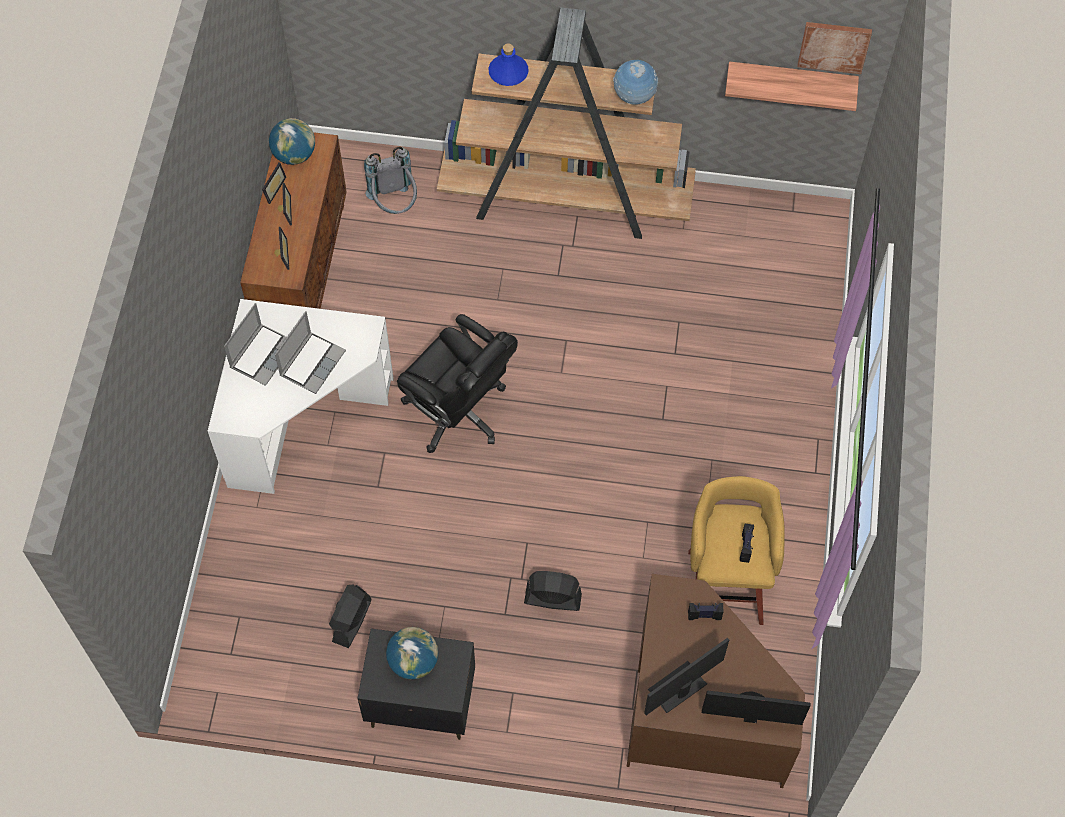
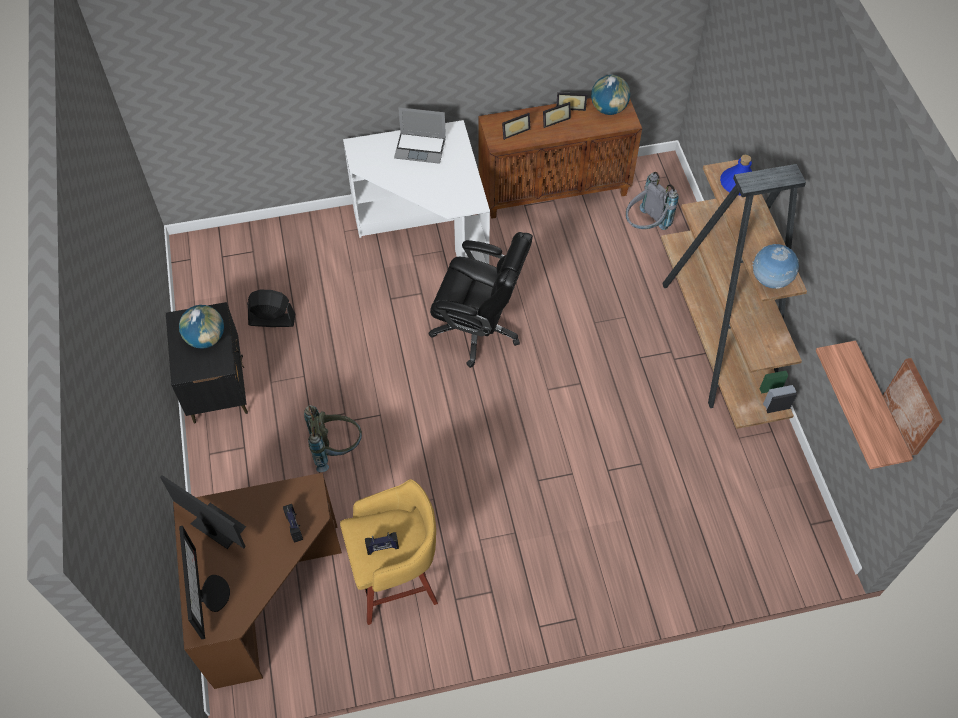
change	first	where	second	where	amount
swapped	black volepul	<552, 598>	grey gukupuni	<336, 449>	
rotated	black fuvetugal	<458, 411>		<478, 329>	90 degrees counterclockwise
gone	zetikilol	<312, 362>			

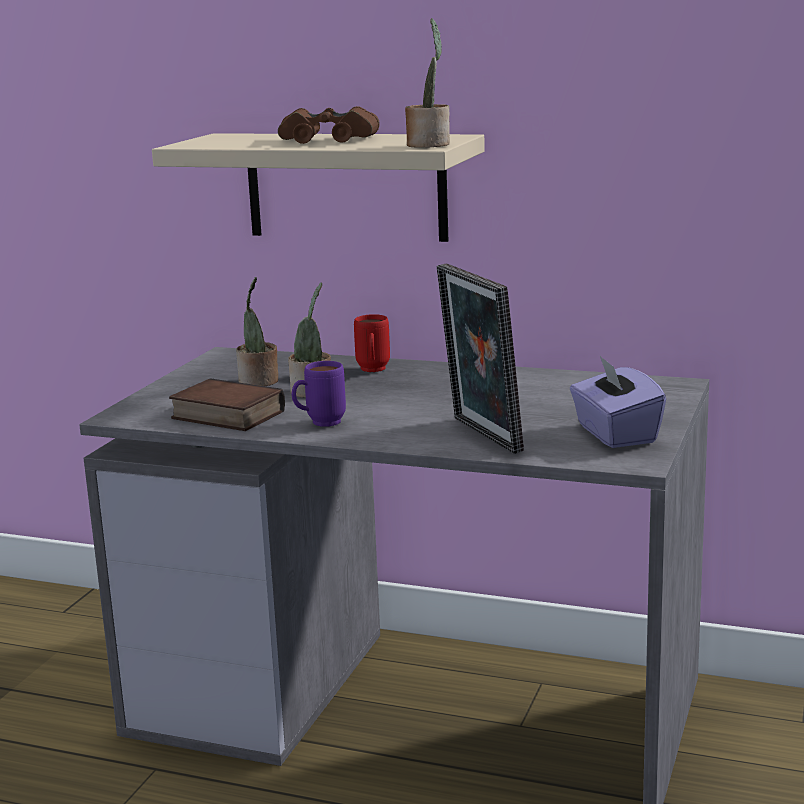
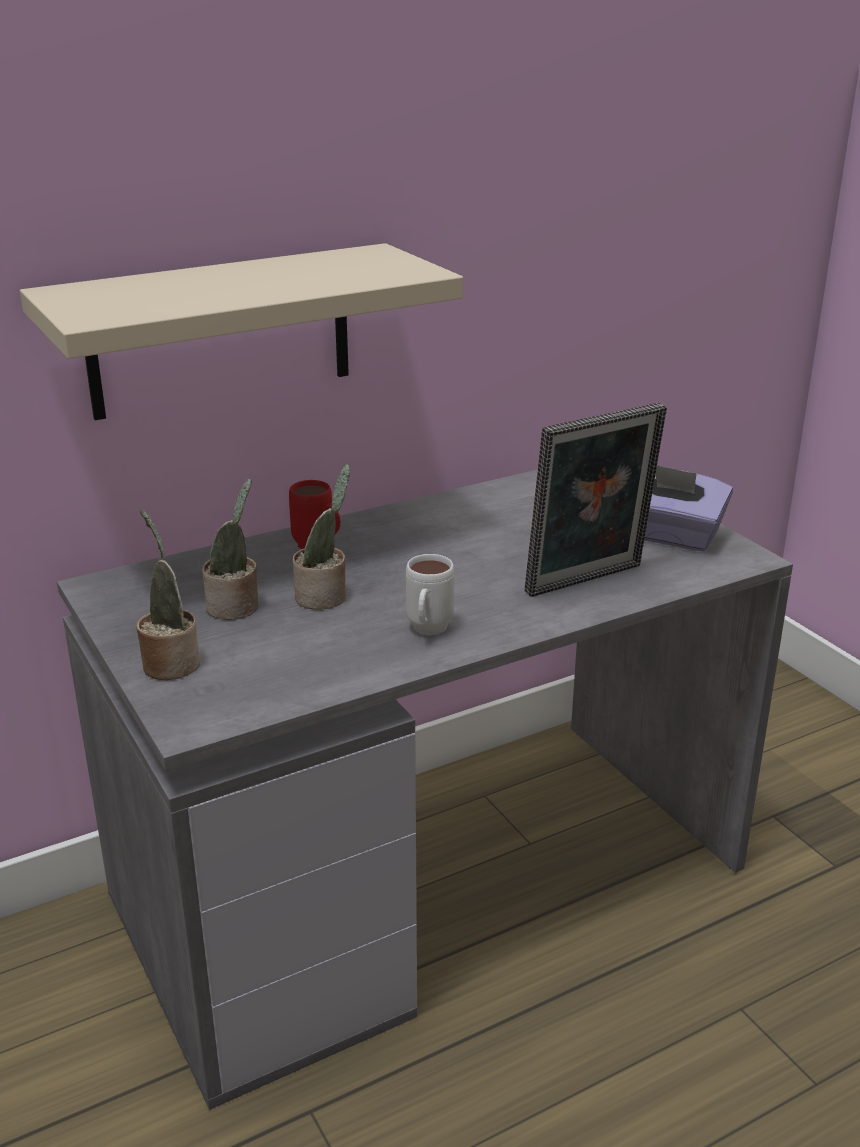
change	first	where	second	where	amount
shifted	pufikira	<429, 144>		<170, 663>	
repainted	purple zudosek	<319, 424>	white zudosek	<427, 632>	
rotated	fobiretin	<480, 436>		<588, 582>	45 degrees counterclockwise
gone	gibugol	<225, 416>			
gone	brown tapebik	<327, 140>			

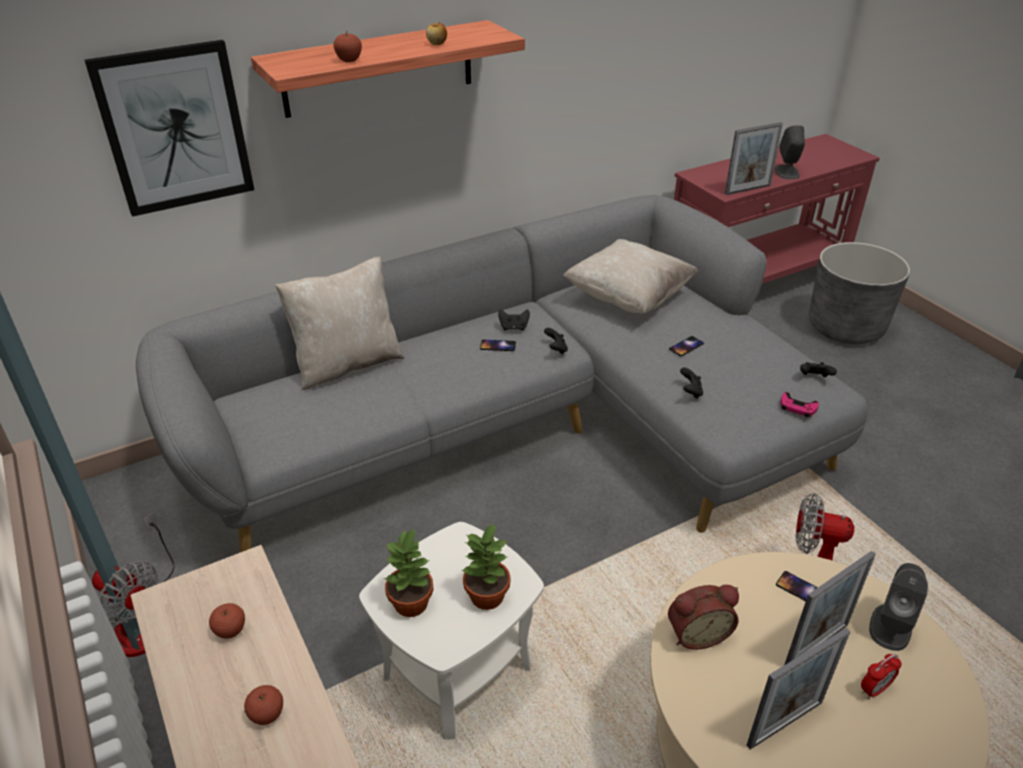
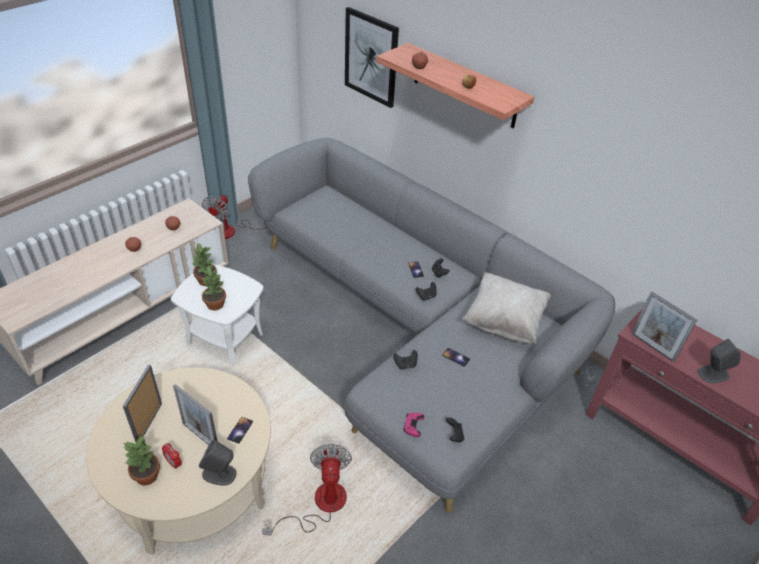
change	first	where	second	where	amount
rotated	fobiretin	<785, 723>		<149, 423>	60 degrees clockwise
new			pufikira	<146, 476>	
gone	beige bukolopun	<347, 364>			
gone	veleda	<696, 633>			
gone	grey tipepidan	<845, 327>			

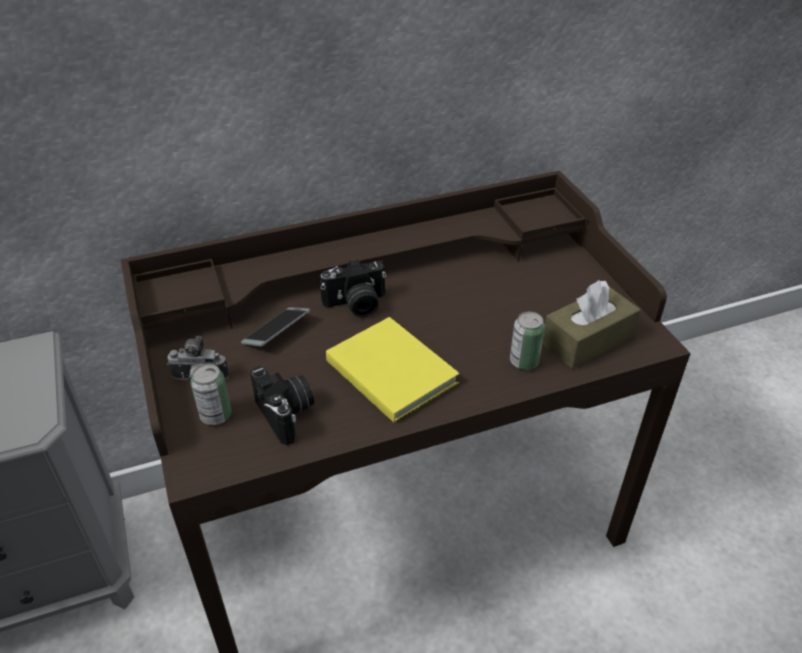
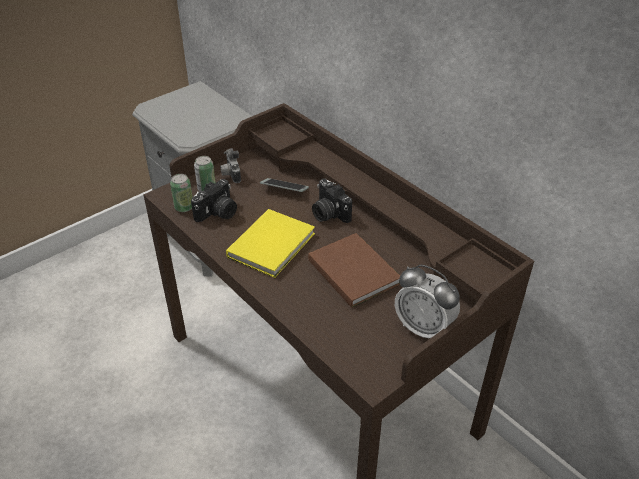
change	first	where	second	where	amount
shifted	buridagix	<524, 361>		<184, 207>	
new			brown gibugol	<353, 270>	
new			veleda	<423, 328>	
gone	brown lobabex	<587, 340>			

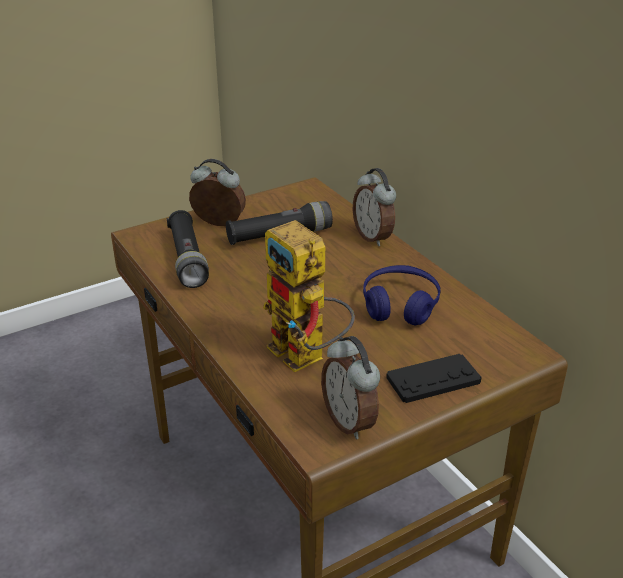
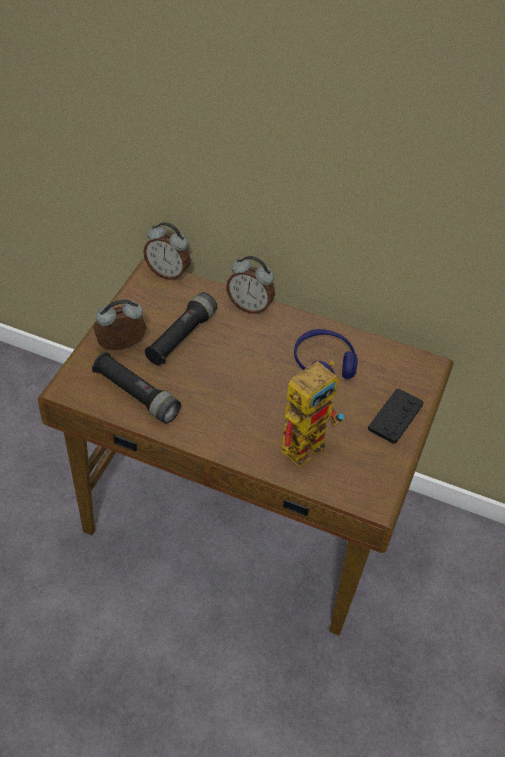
change	first	where	second	where	amount
shifted	veleda	<350, 421>		<168, 273>	
rotated	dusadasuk	<307, 357>		<307, 440>	60 degrees counterclockwise

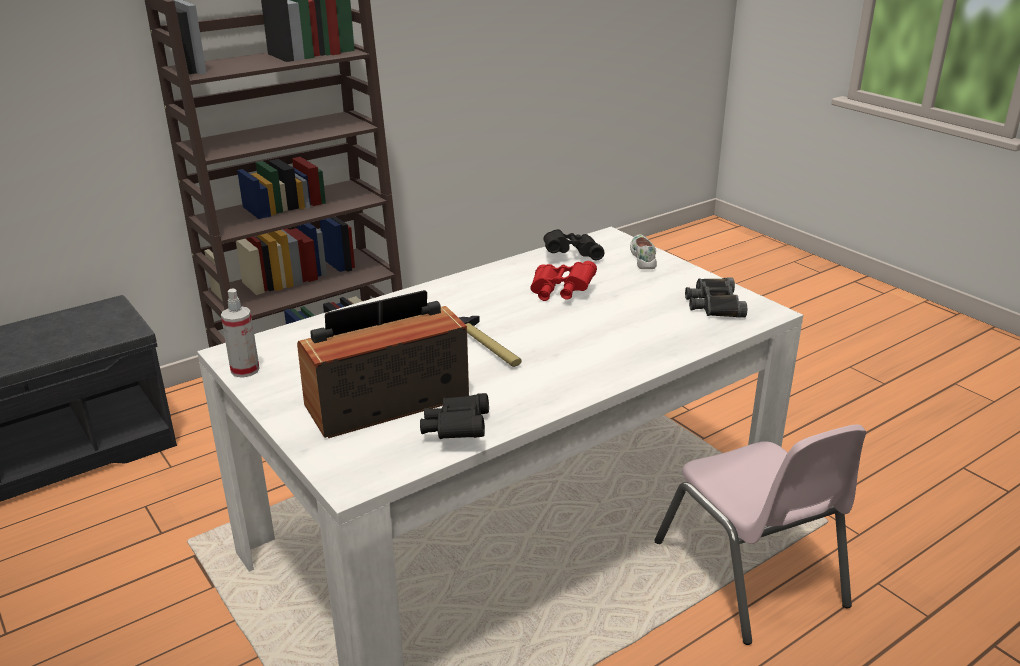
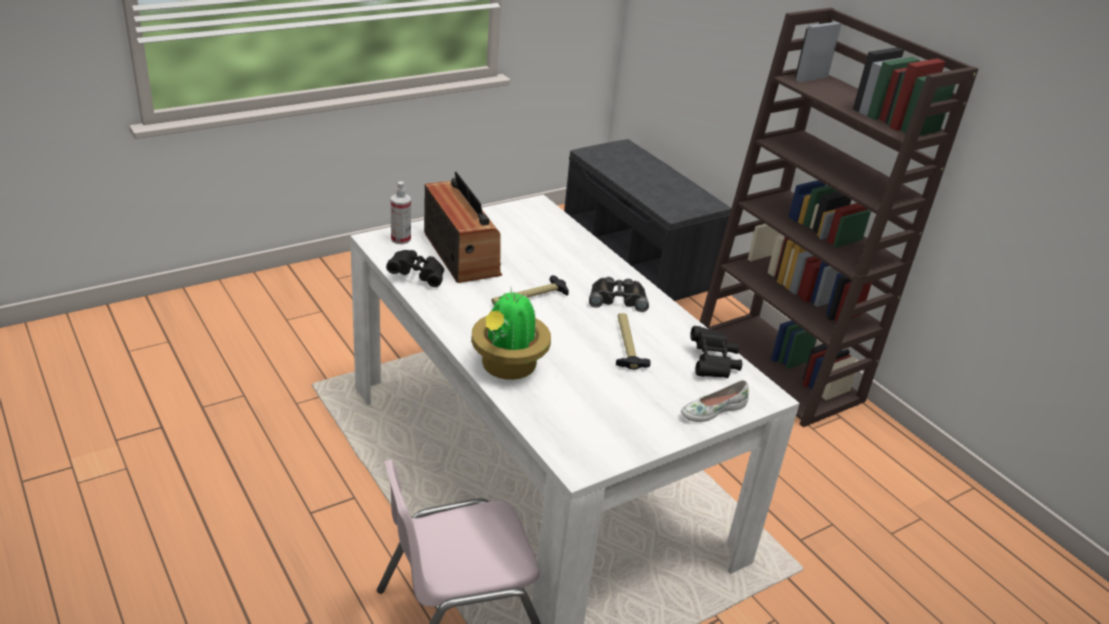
change	first	where	second	where	amount
shifted	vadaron	<245, 370>		<400, 239>	
new			pufikira	<507, 367>	
shifted	black tapebik	<714, 304>		<617, 298>	
swapped	red tapebik	<560, 292>	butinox	<626, 345>	
rotated	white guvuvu	<644, 257>		<712, 410>	150 degrees clockwise

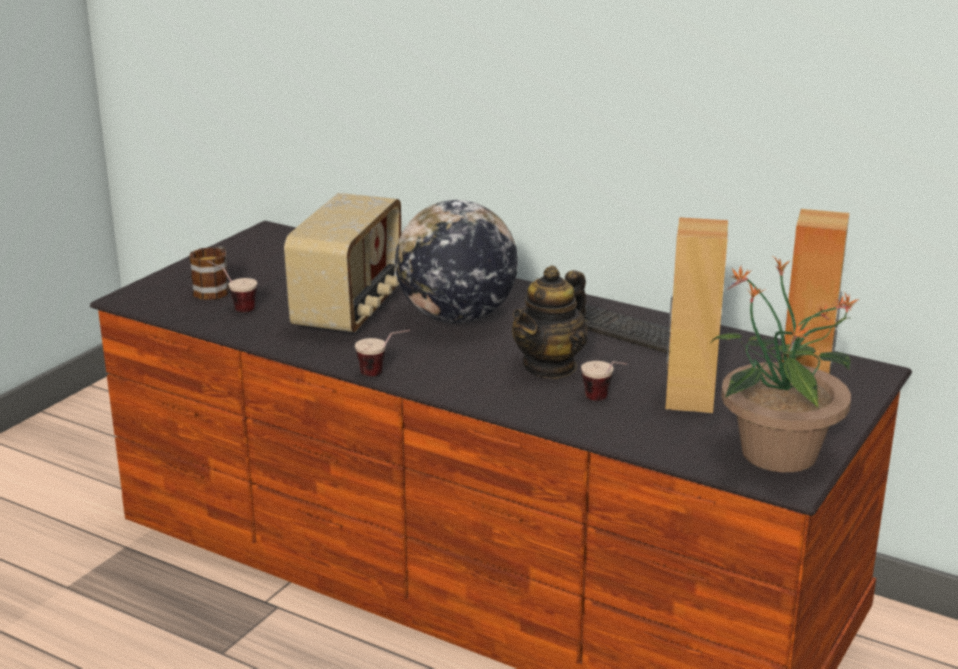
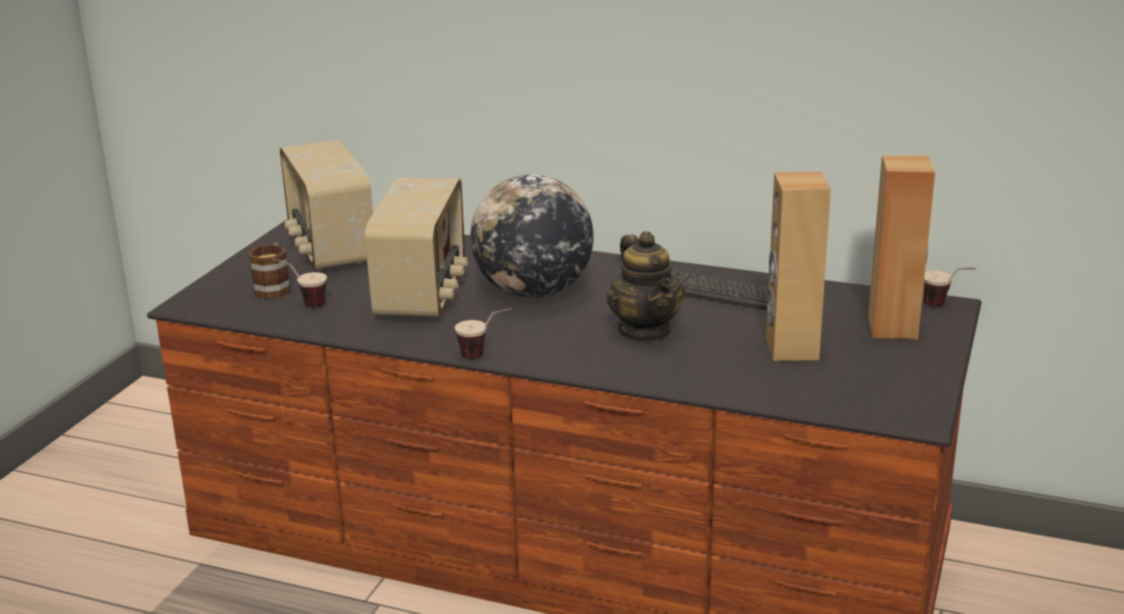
change	first	where	second	where	amount
new			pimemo	<329, 249>	
rotated	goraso	<550, 366>		<645, 331>	45 degrees counterclockwise
shifted	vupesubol	<604, 401>		<945, 306>	
gone	pufikira	<776, 454>			

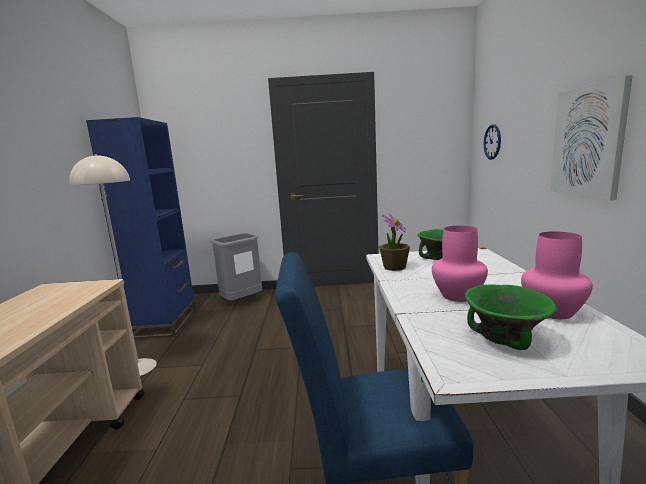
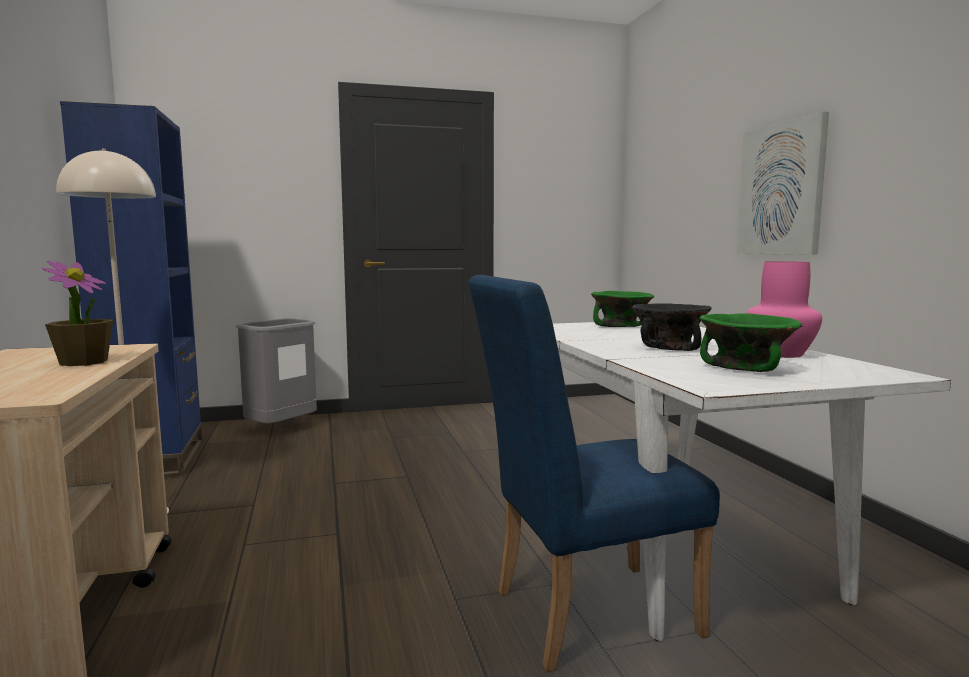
change	first	where	second	where	amount
shifted	pufikira	<394, 267>		<84, 362>	
swapped	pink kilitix	<458, 296>	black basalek	<669, 348>	
gone	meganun	<492, 142>			

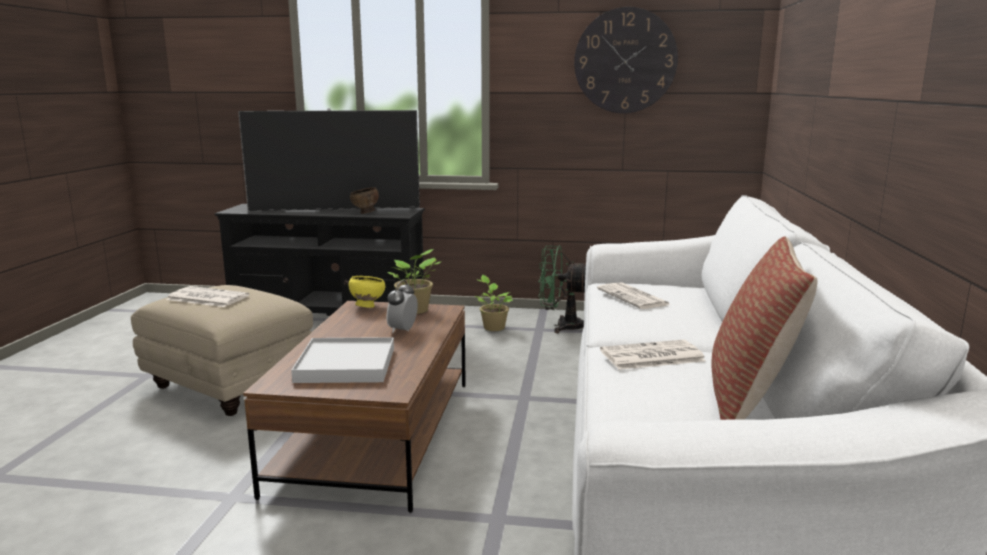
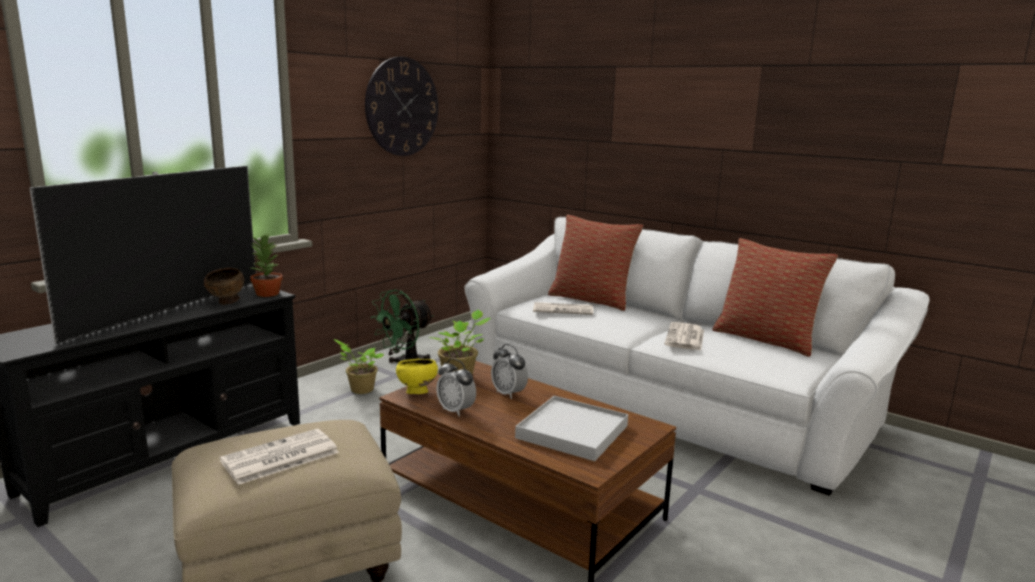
change	first	where	second	where	amount
new			pufikira	<267, 294>	
new			veleda	<456, 411>	
new			bukolopun	<592, 300>	

